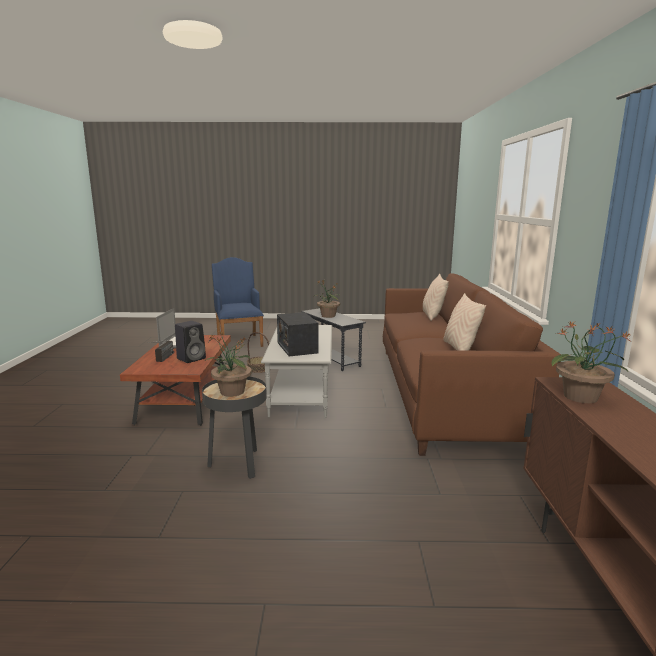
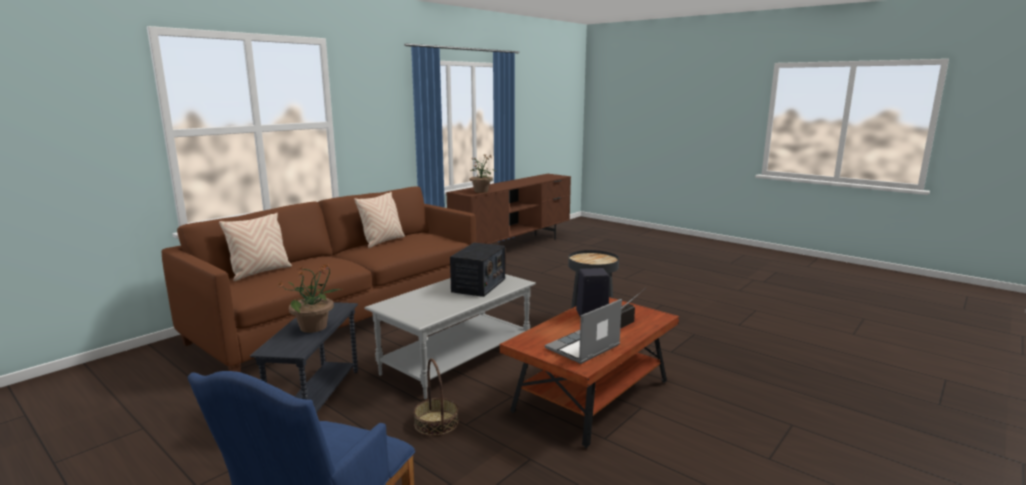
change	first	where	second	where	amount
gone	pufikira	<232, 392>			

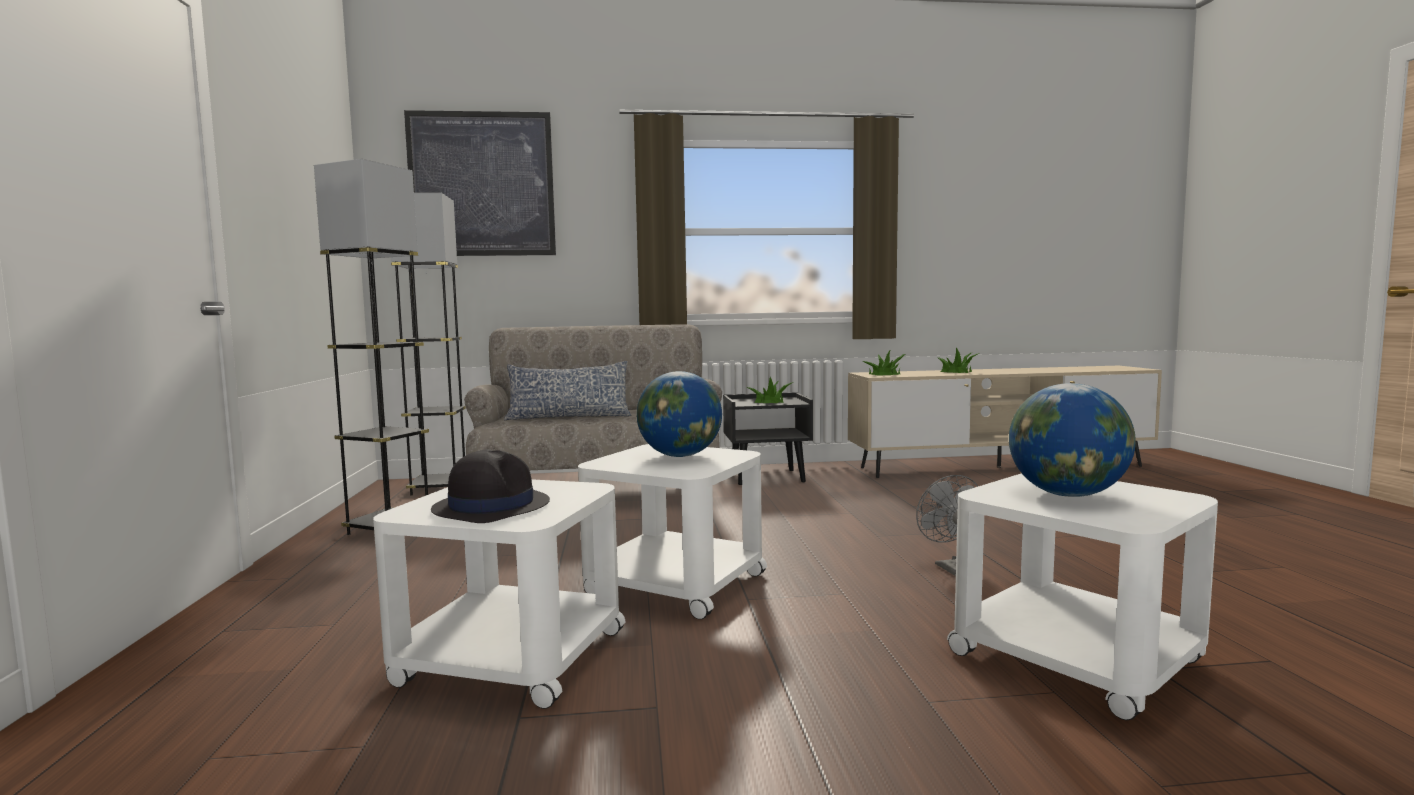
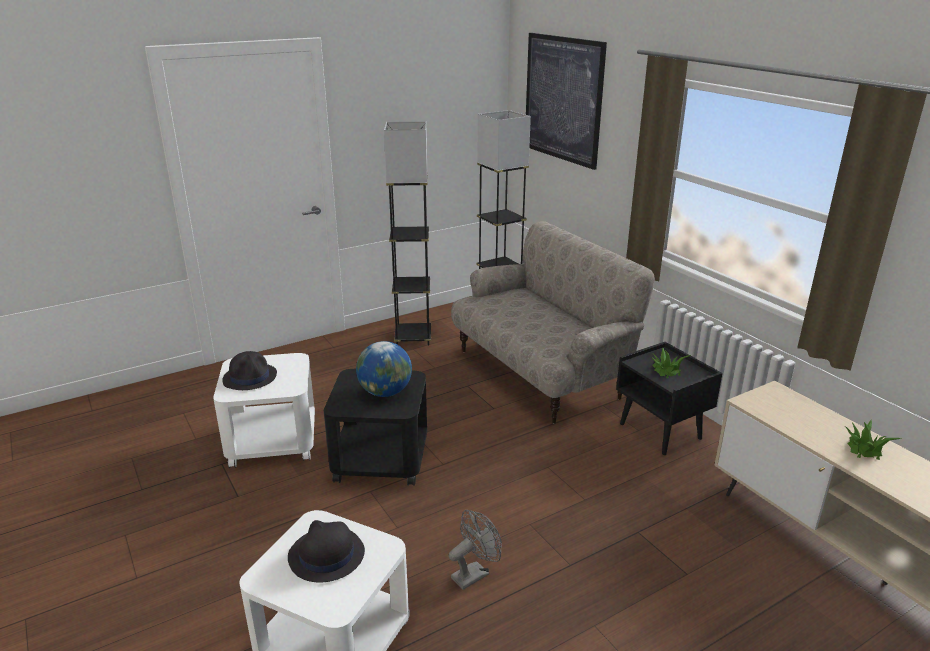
change	first	where	second	where	amount
swapped	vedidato	<1067, 495>	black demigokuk	<326, 555>	
repainted	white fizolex	<674, 584>	black fizolex	<380, 458>	
gone	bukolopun	<568, 417>			
gone	pufikira	<884, 374>			

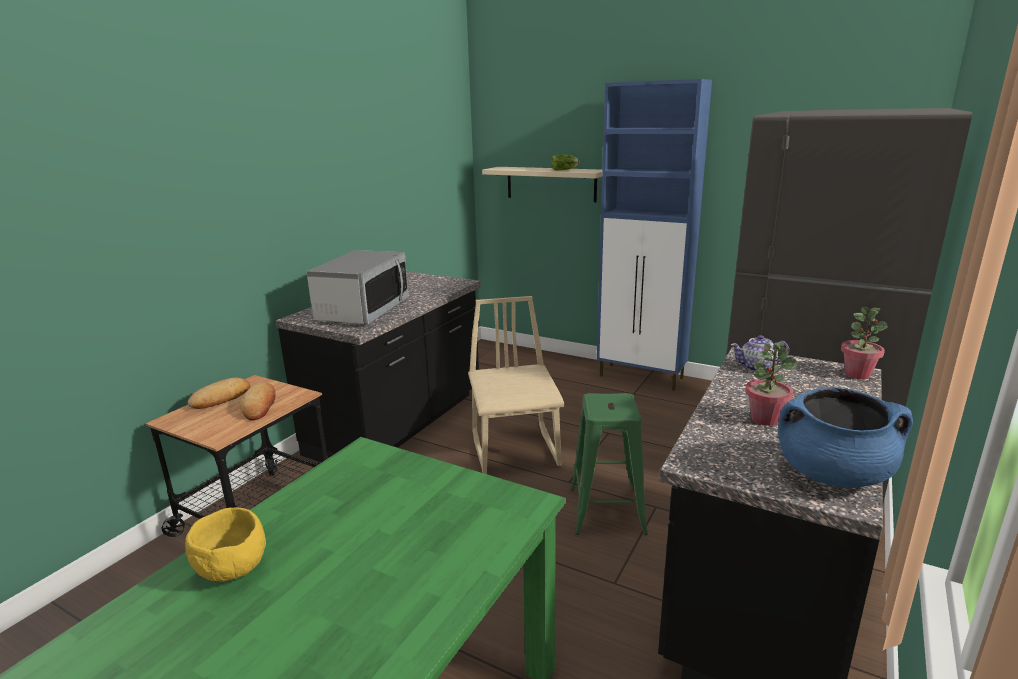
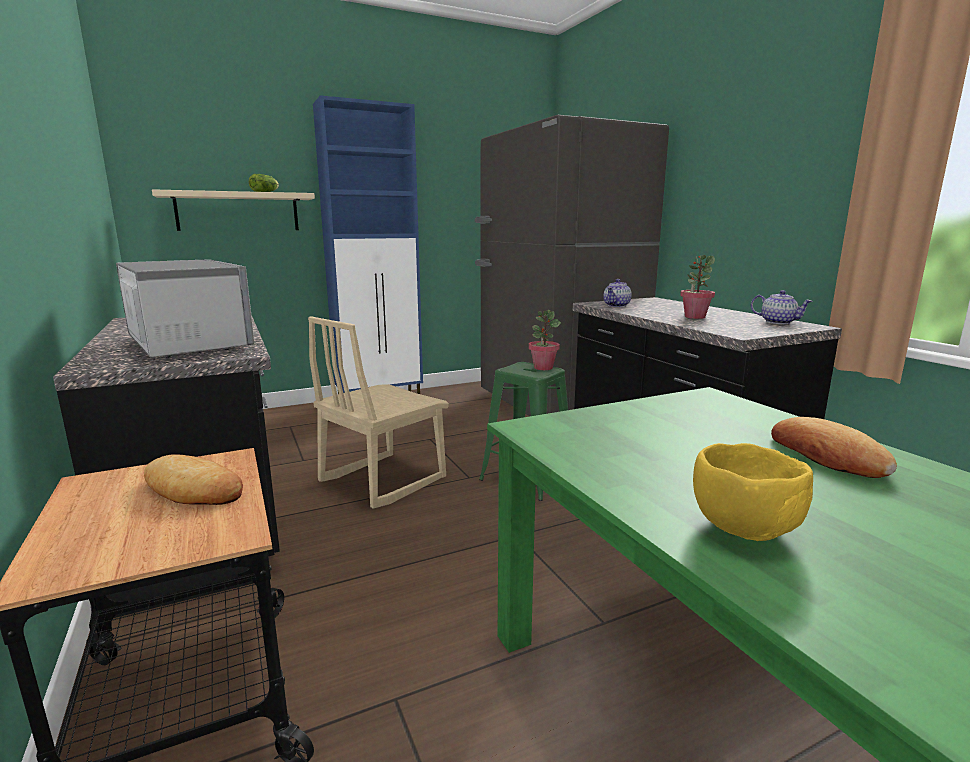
change	first	where	second	where	amount
rotated	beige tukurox	<516, 449>		<382, 479>	75 degrees counterclockwise
shifted	pufikira	<857, 374>		<543, 368>	
swapped	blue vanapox	<832, 474>	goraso	<778, 322>	
shifted	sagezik	<221, 398>		<826, 456>	

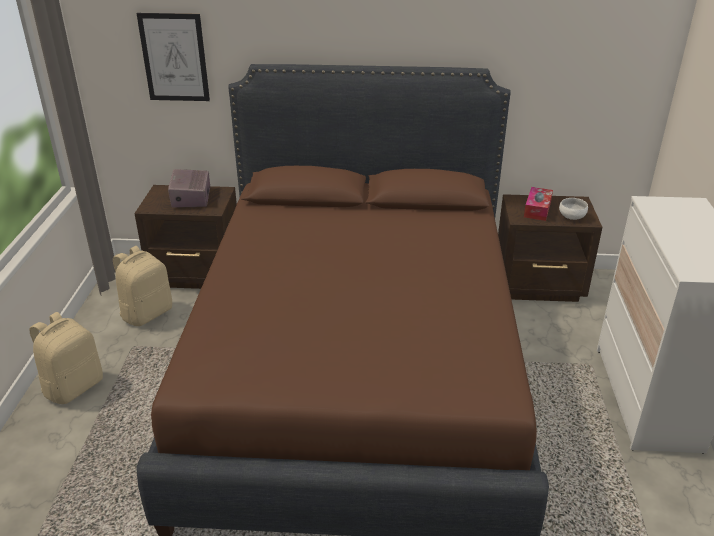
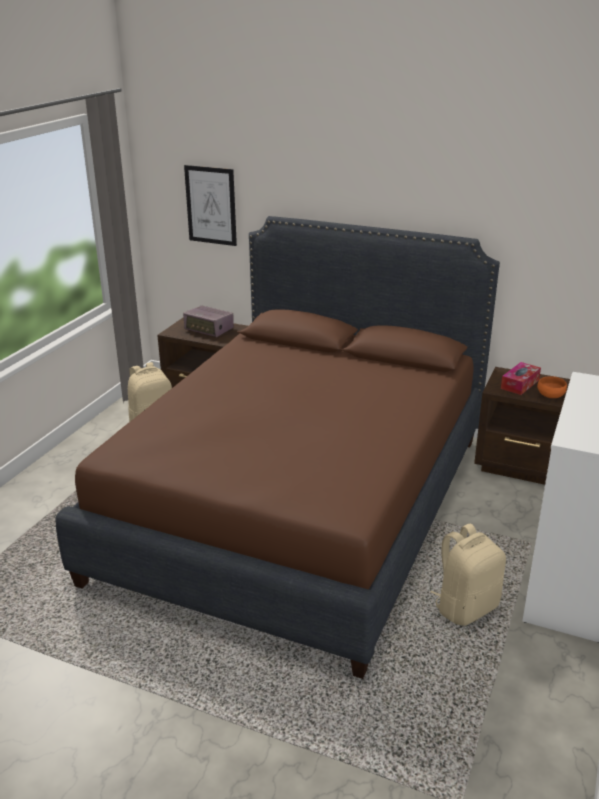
change	first	where	second	where	amount
rotated	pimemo	<191, 198>		<209, 330>	75 degrees counterclockwise
shifted	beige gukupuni	<73, 387>		<465, 607>	
repainted	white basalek	<571, 217>	orange basalek	<550, 396>	

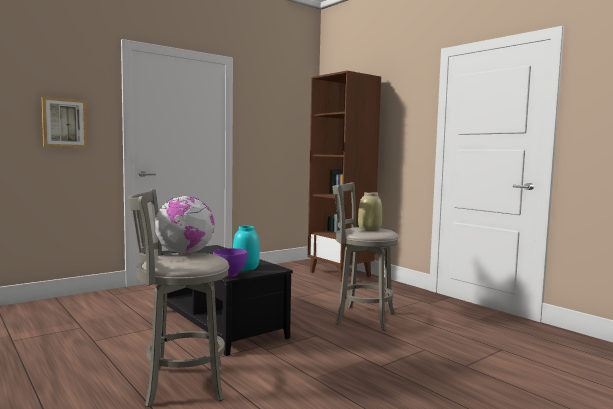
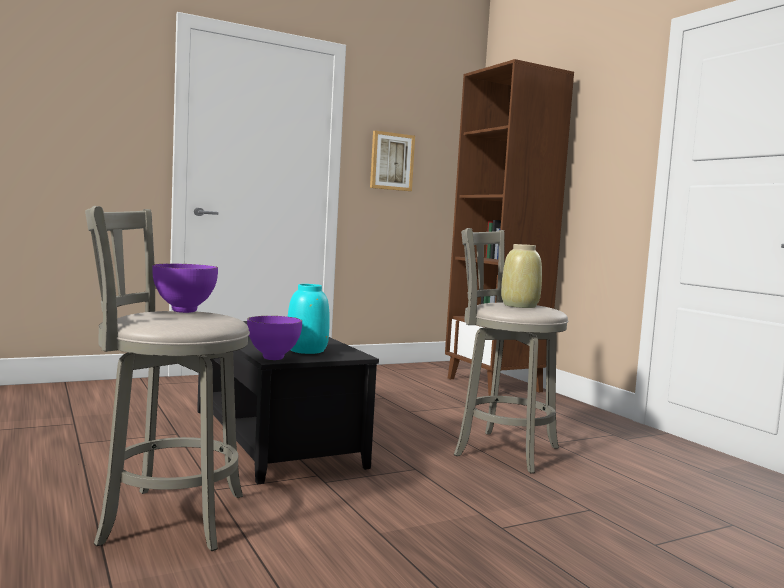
change	first	where	second	where	amount
swapped	vedidato	<185, 253>	purple basalek	<186, 311>	
shifted	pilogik	<64, 123>		<391, 161>	

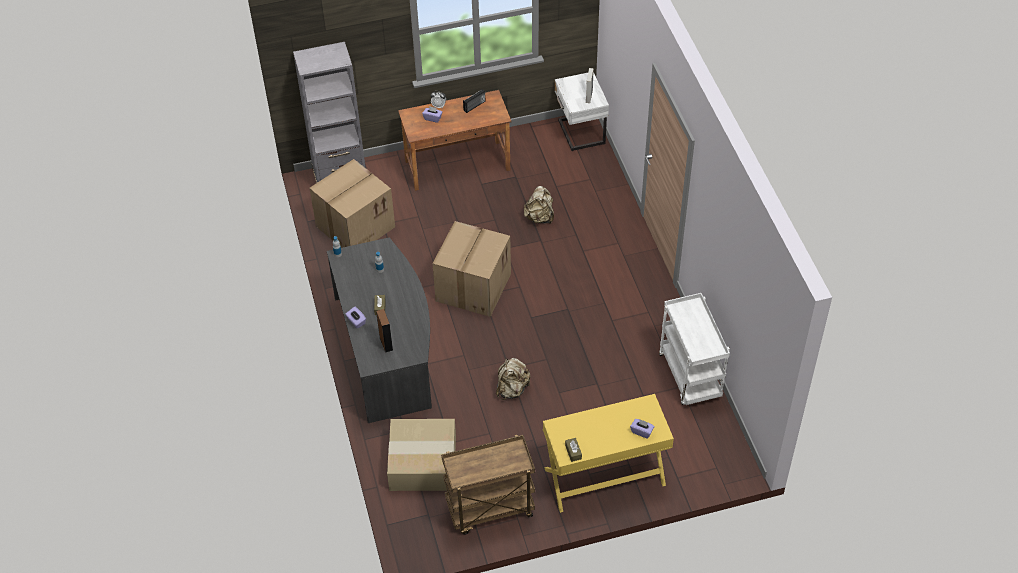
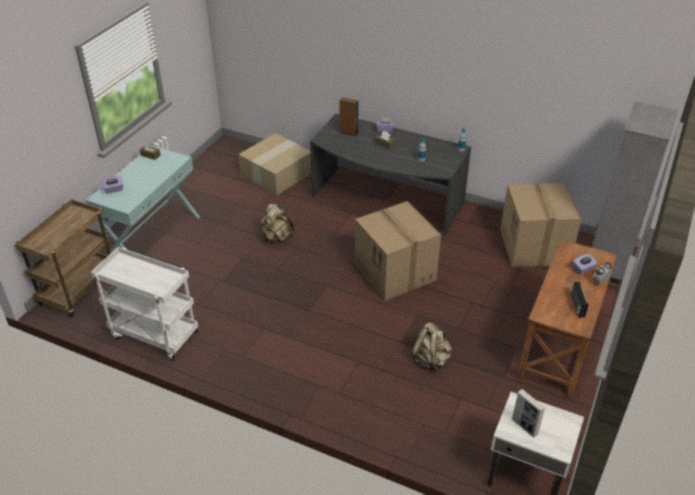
change	first	where	second	where	amount
shifted	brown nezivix	<489, 509>		<78, 288>	
repainted	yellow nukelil	<604, 477>	turquoise nukelil	<152, 237>	

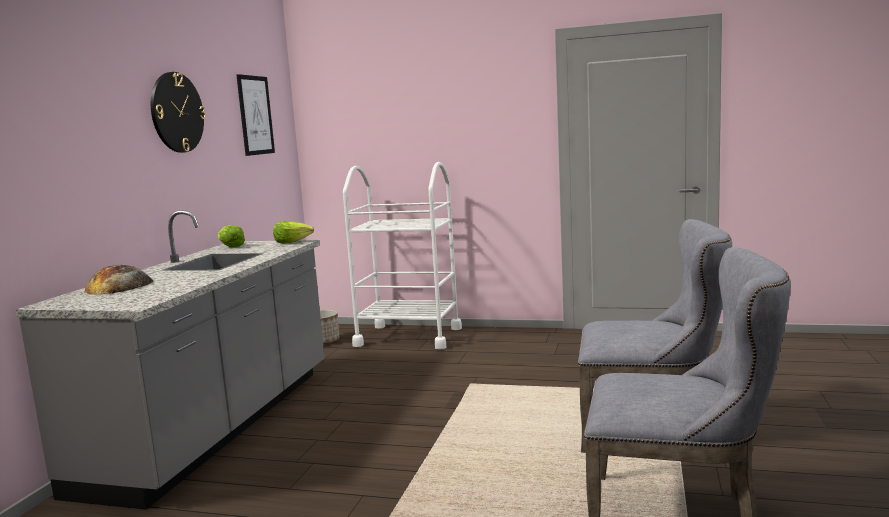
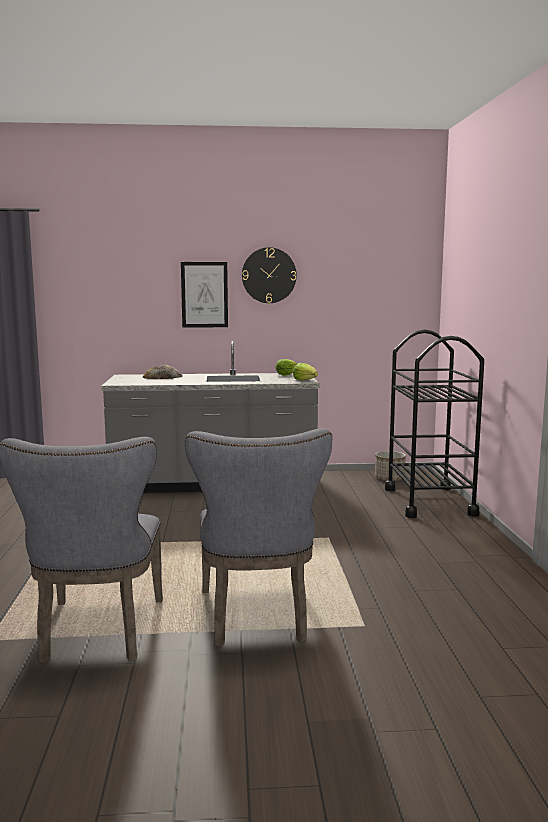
change	first	where	second	where	amount
shifted	pilogik	<255, 115>		<204, 294>	
repainted	white nezivix	<408, 337>	black nezivix	<429, 501>	

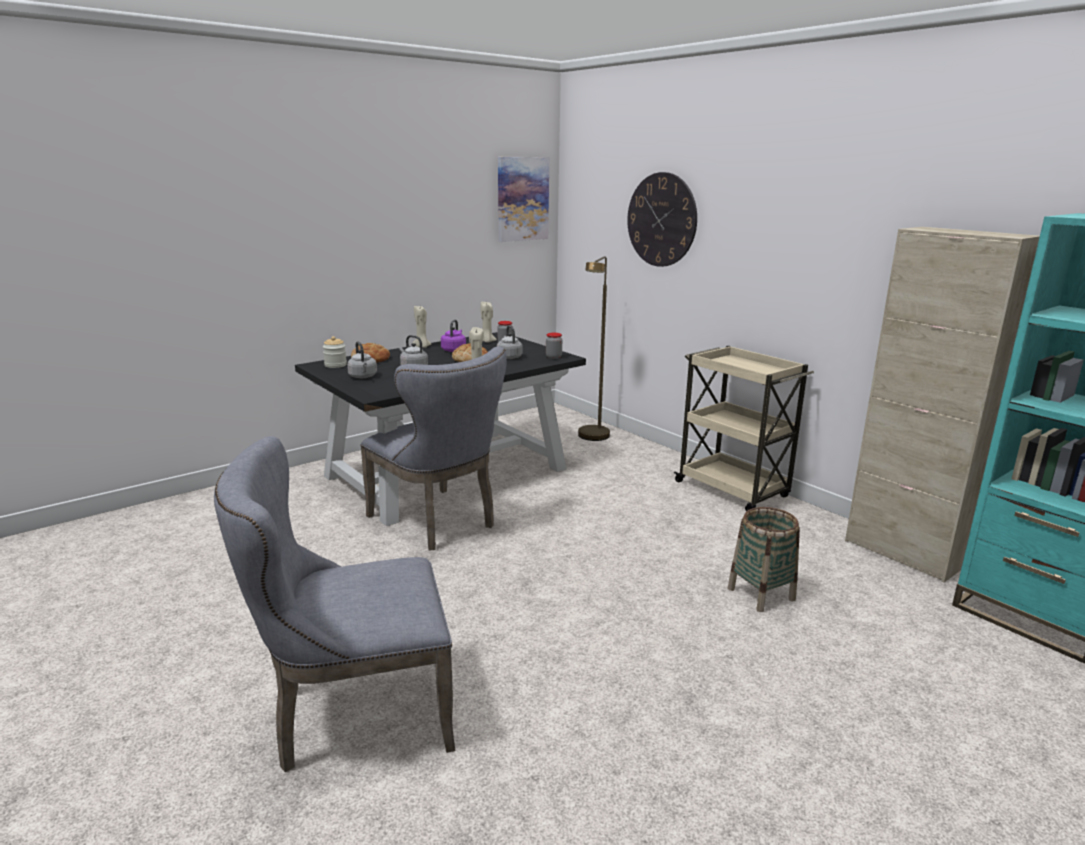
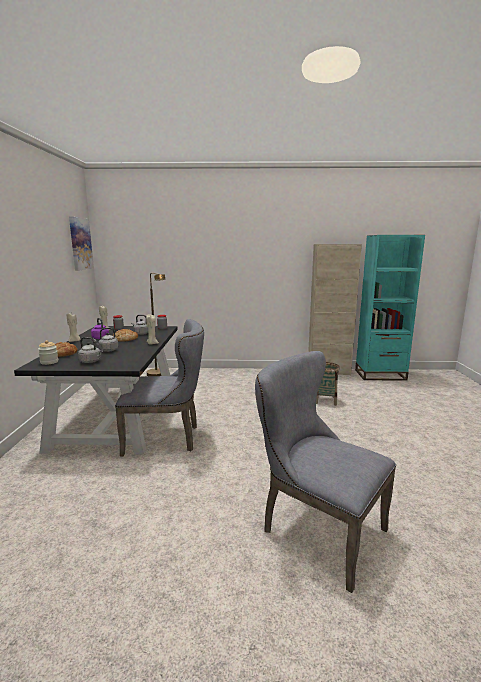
change	first	where	second	where	amount
rotated	grey tukurox	<352, 716>		<315, 529>	105 degrees clockwise
gone	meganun	<661, 220>			
gone	beige nezivix	<733, 490>			

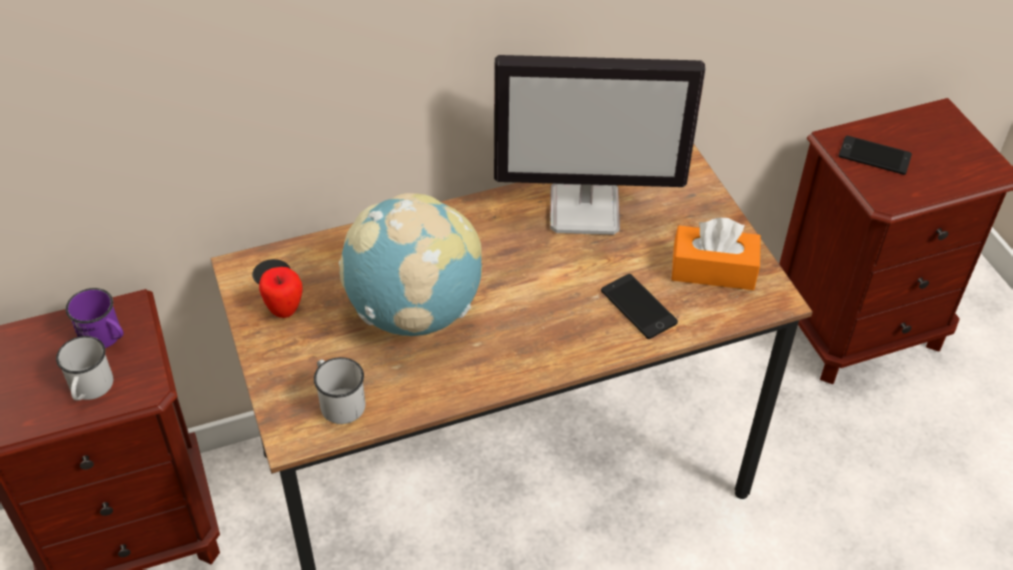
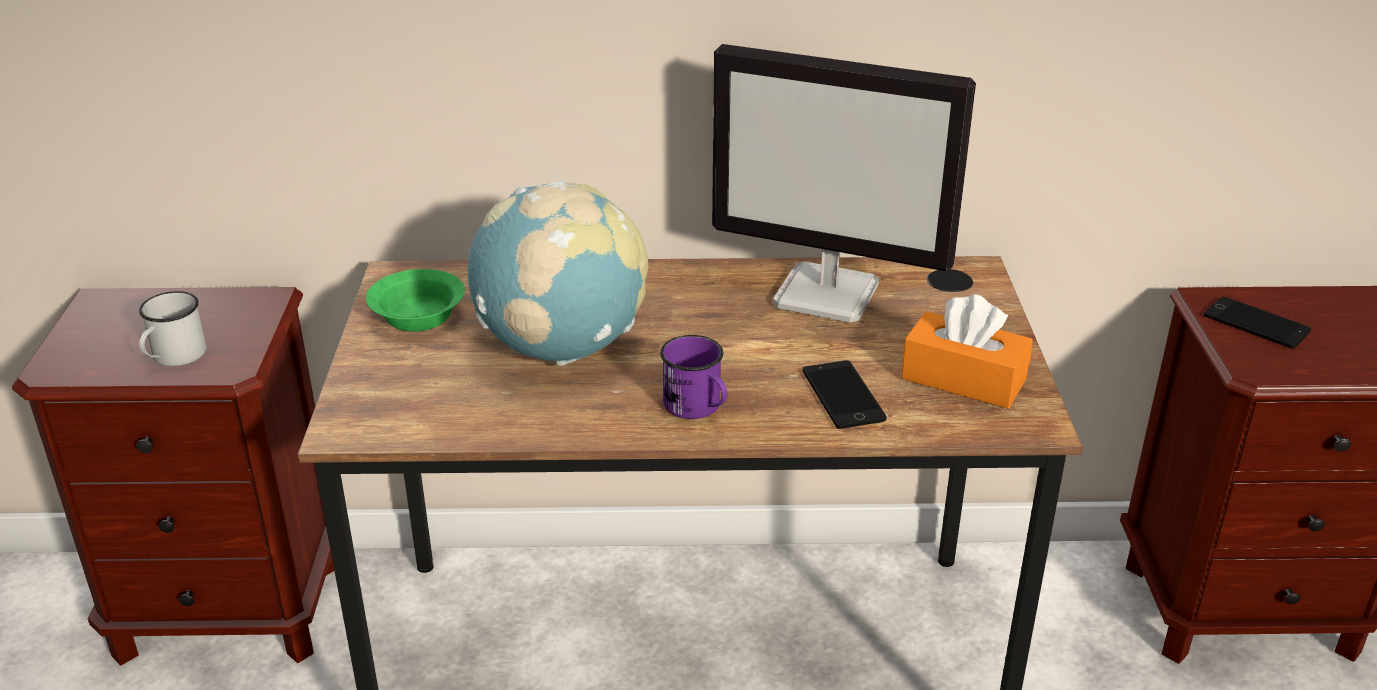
change	first	where	second	where	amount
swapped	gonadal	<284, 310>	green basalek	<416, 317>	
shifted	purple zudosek	<105, 337>		<698, 408>	
gone	white zudosek	<338, 401>			

